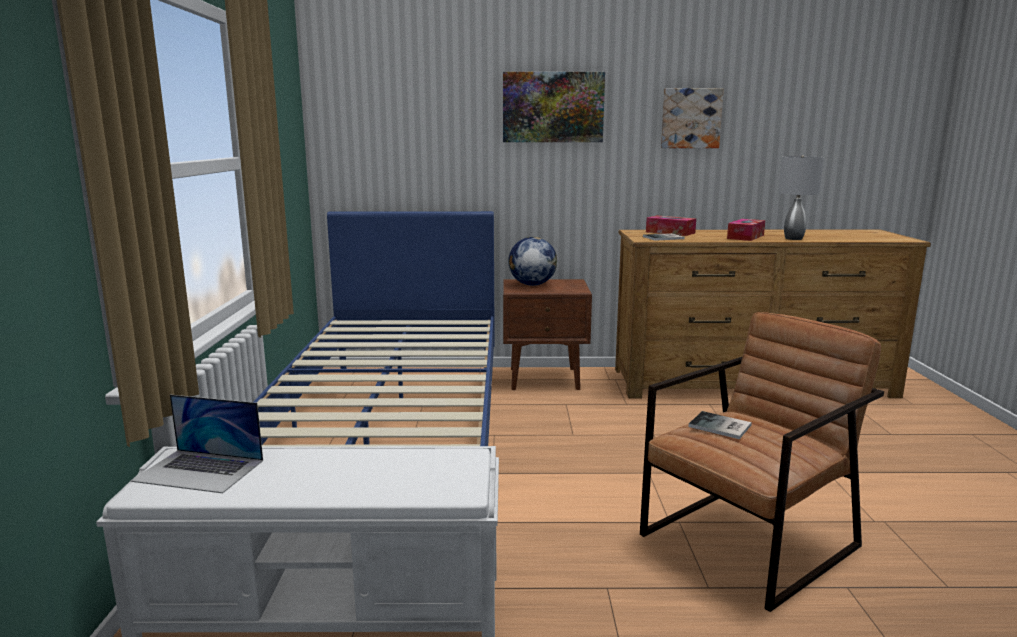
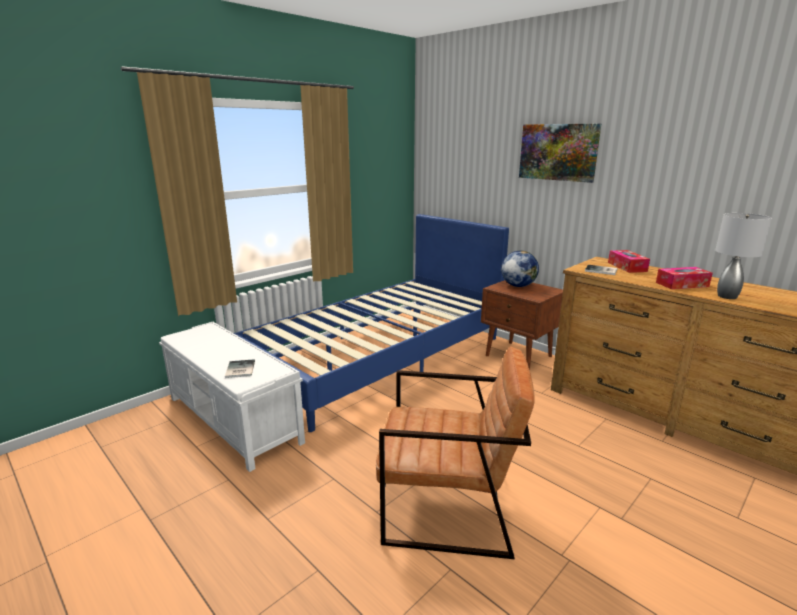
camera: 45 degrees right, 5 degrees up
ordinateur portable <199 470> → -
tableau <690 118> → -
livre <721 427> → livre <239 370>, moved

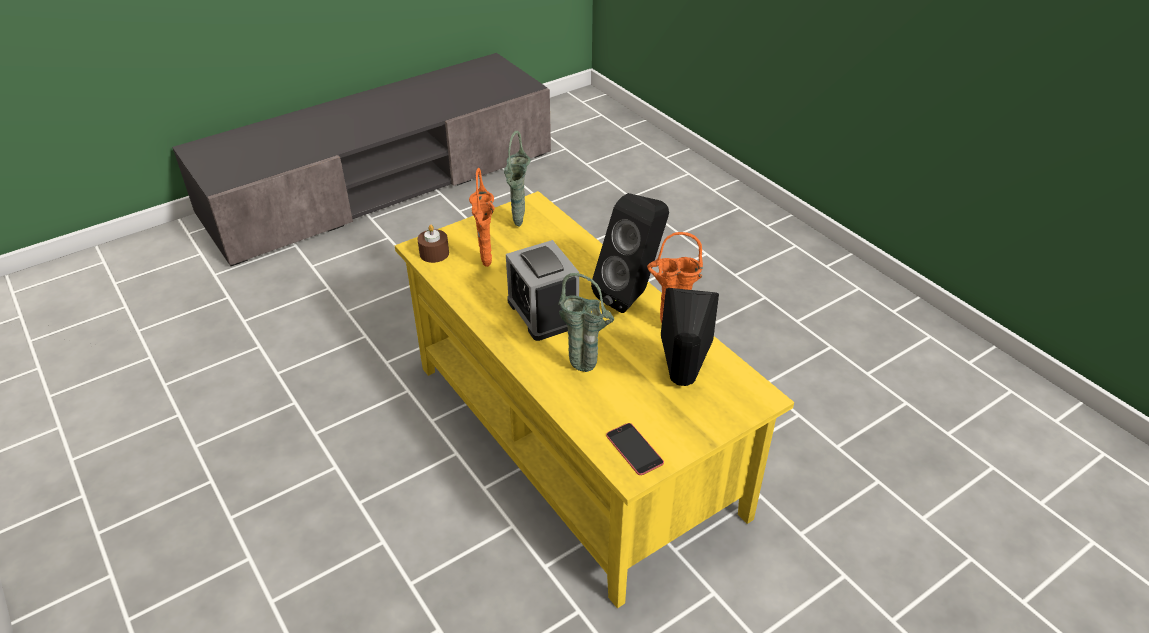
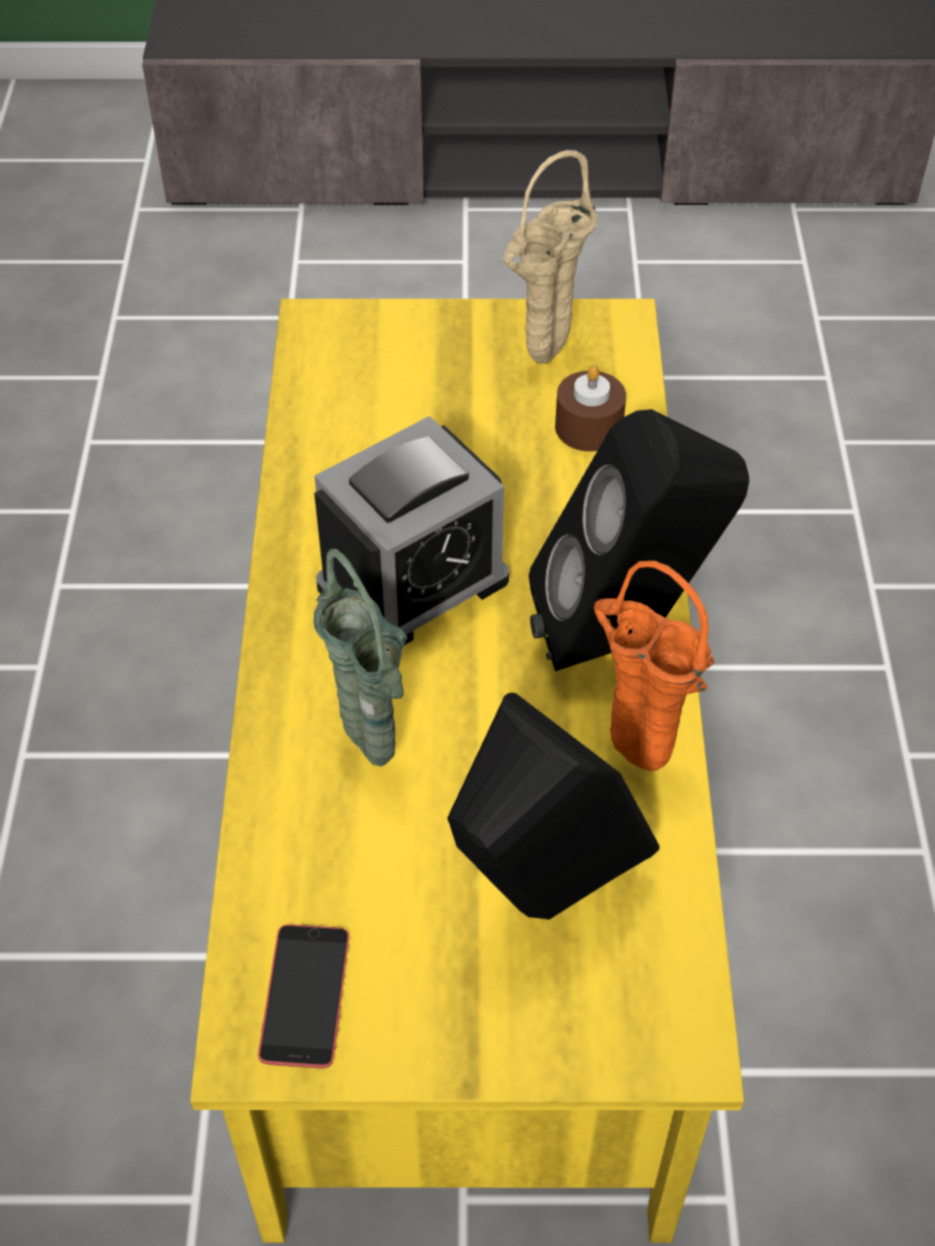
camera: 35 degrees right, 10 degrees up
bougie (marron) <434 253> → bougie (marron) <588 427>, moved
vase (orange) <486 265> → -
vase (vert) <518 225> → vase (beige) <543 361>
réveil <543 312> → réveil <413 583>, 135 degrees counterclockwise

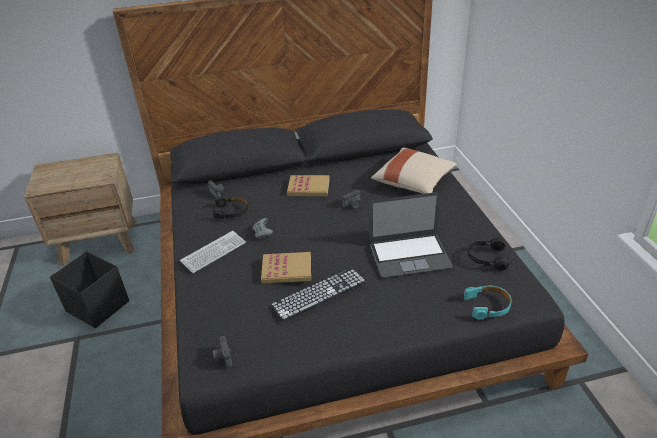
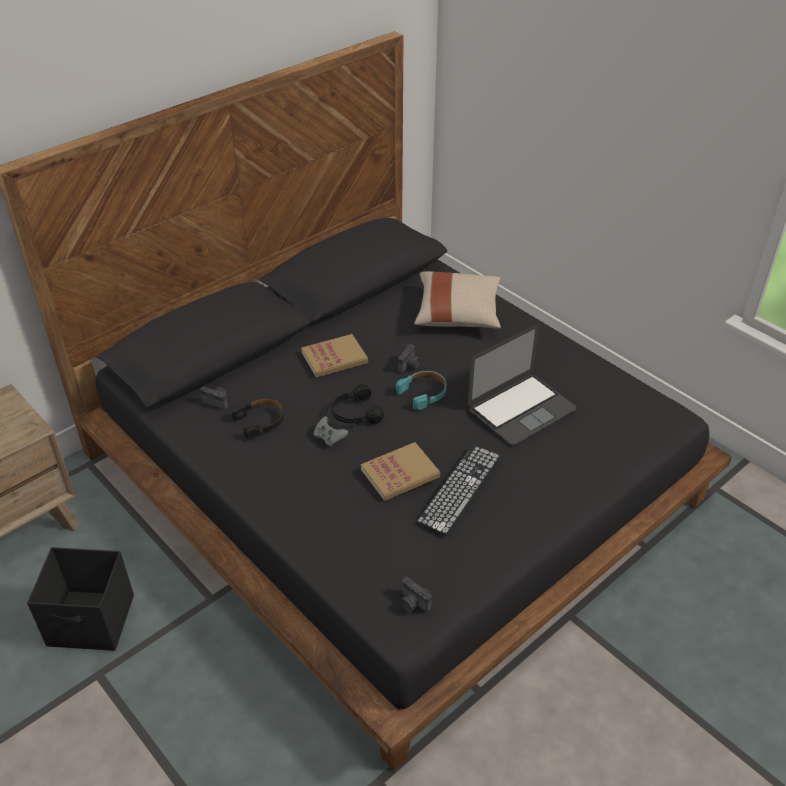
camera: 30 degrees left, 5 degrees up
clavier <213 252> → -
casque audio (turquoise) <488 305> → casque audio (turquoise) <423 393>, moved
casque audio (noir) <486 258> → casque audio (noir) <355 414>, moved

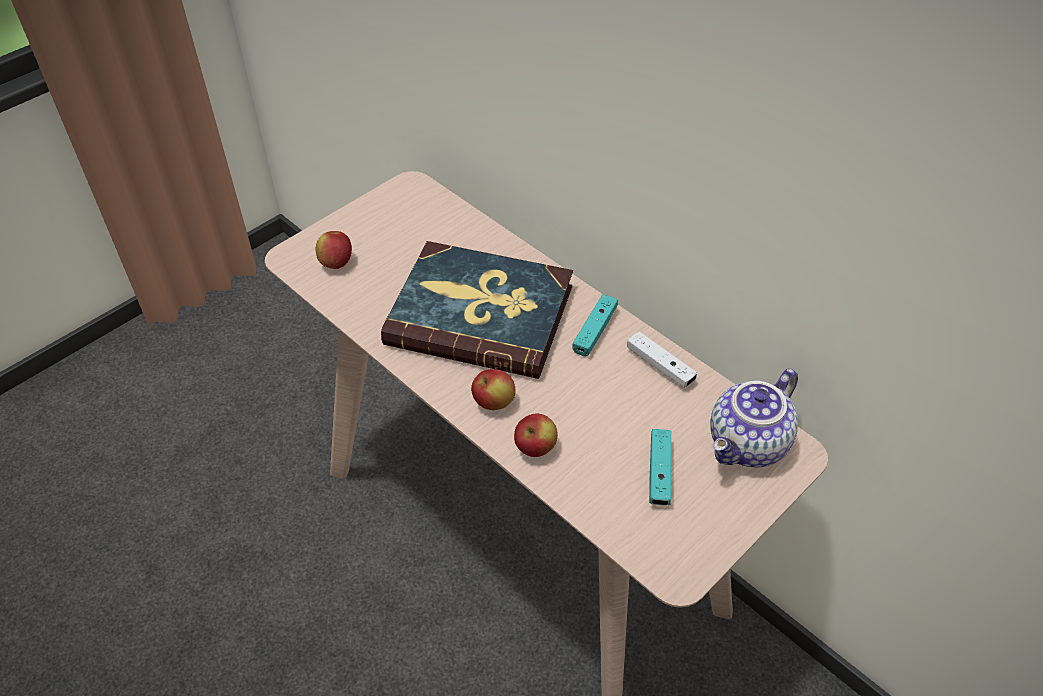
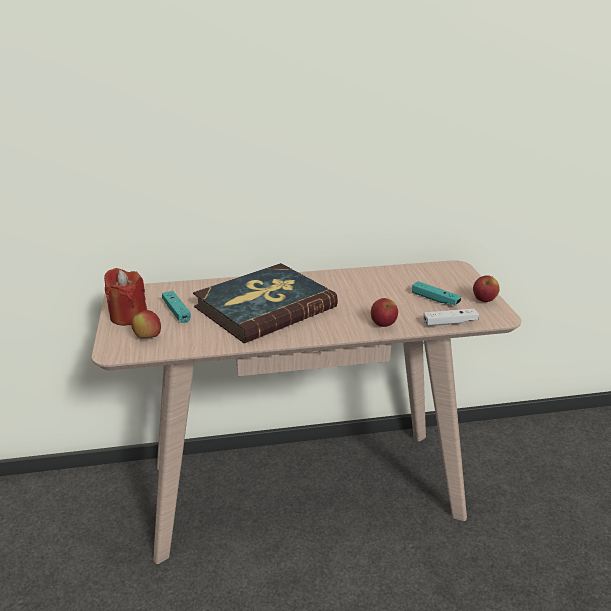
camera: 55 degrees left, 20 degrees down
pomme <494 403> → pomme <484 300>, moved
manette (turquoise) <594 331> → manette (turquoise) <176 311>, moved
manette (blanc) <660 366> → manette (blanc) <450 323>, moved
théière <749 445> → -
- → bougie (rouge) <128 316>

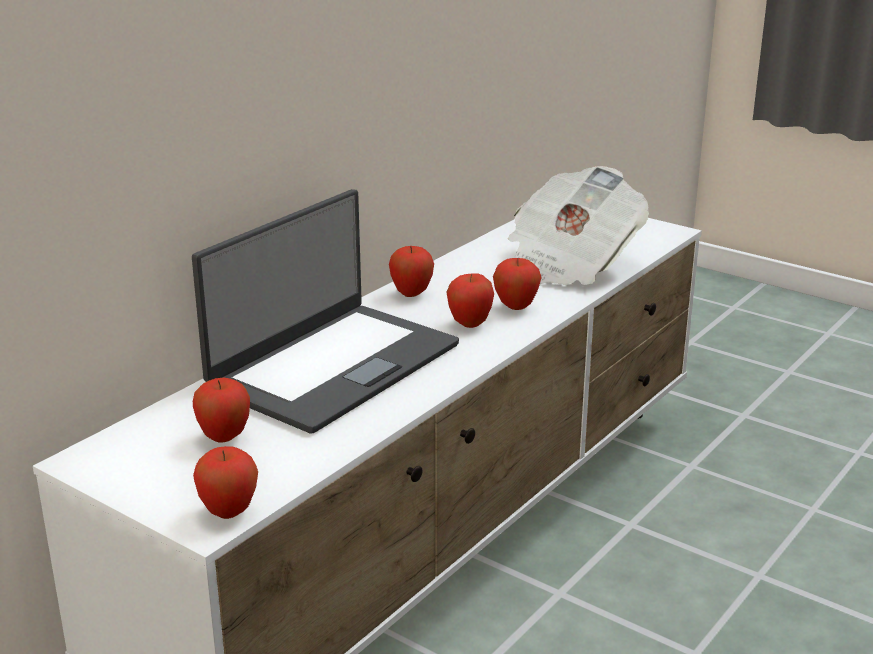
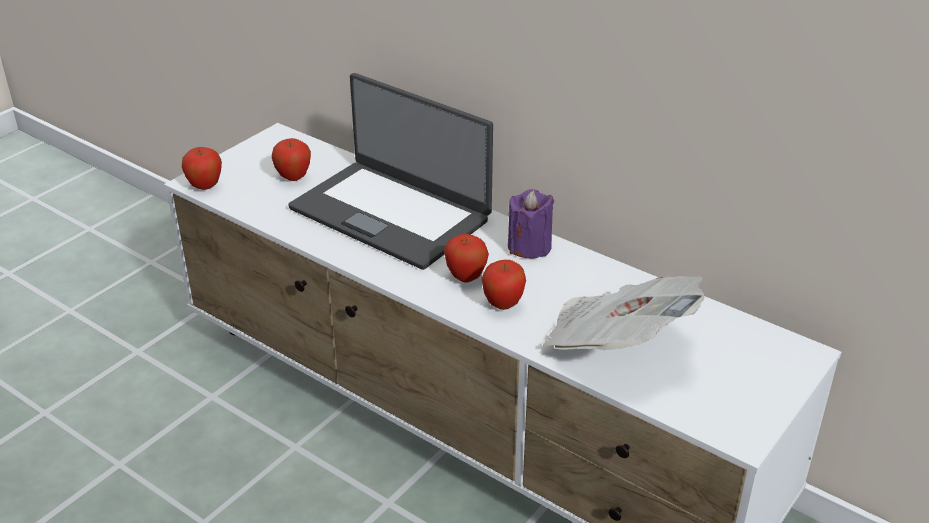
camera: 90 degrees right, 10 degrees up
pomme <411 294> → bougie (violet) <529 246>

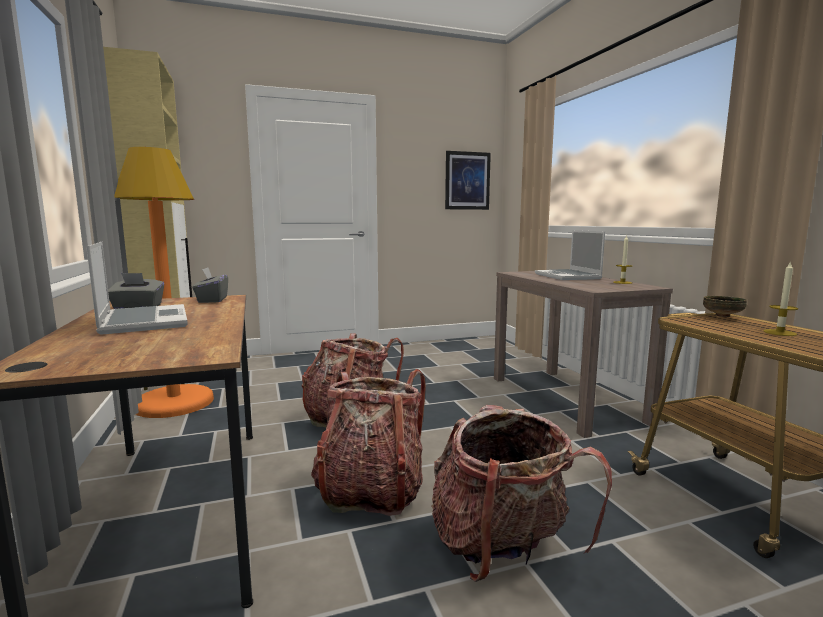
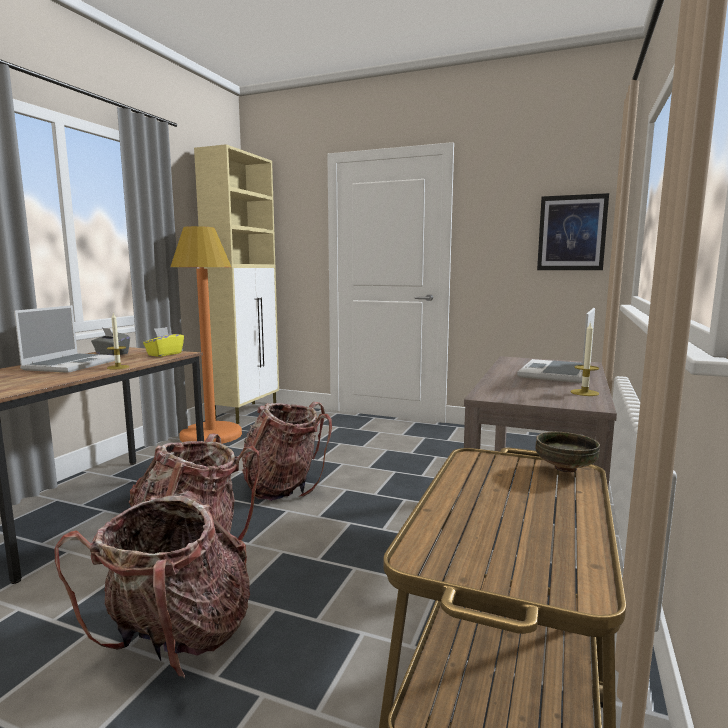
camera: 40 degrees right, 0 degrees up
boîte à mouchoirs (gris) <212 300> → boîte à mouchoirs (jaune) <164 354>
bougie <779 332> → bougie <118 367>, moved

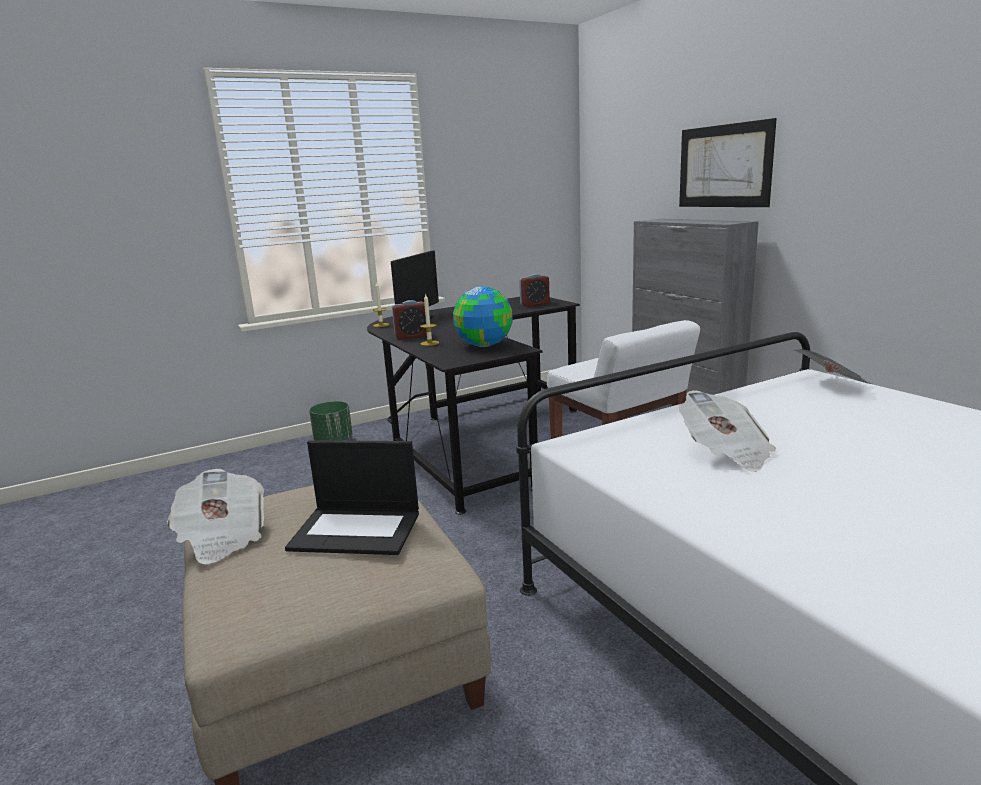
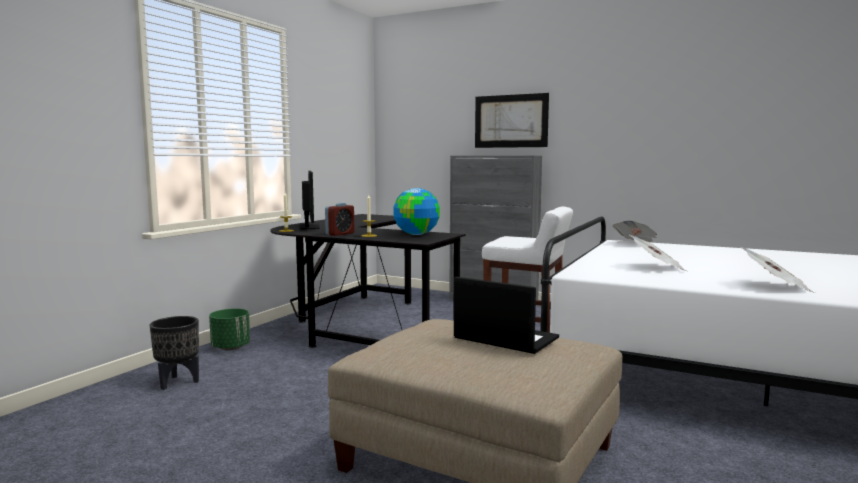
camera: 35 degrees left, 10 degrees down
journal <222 537> → journal <775 287>, moved
ordinateur portable <357 530> → ordinateur portable <504 338>, 120 degrees counterclockwise
réveil <534 304> → -
- → cache-pot (noir) <178 382>

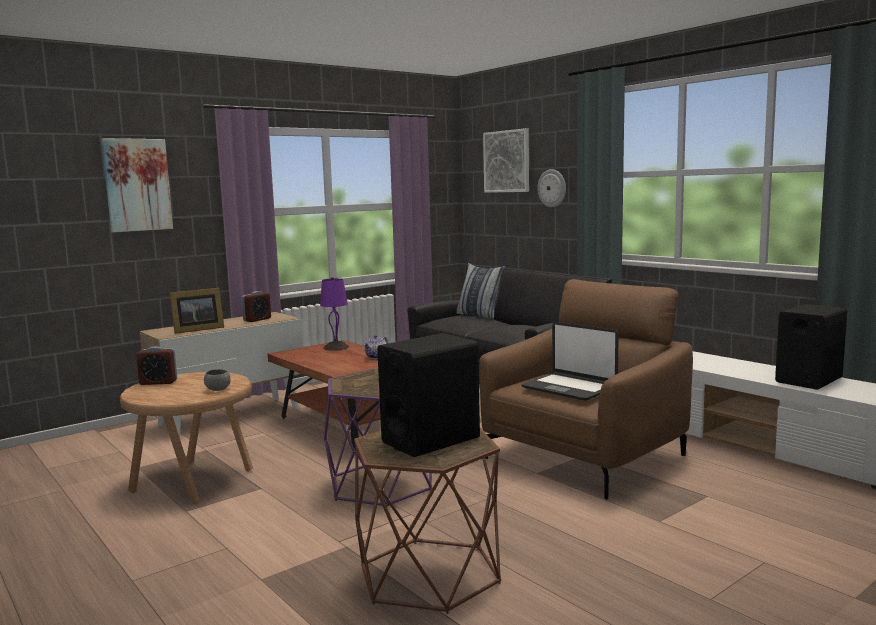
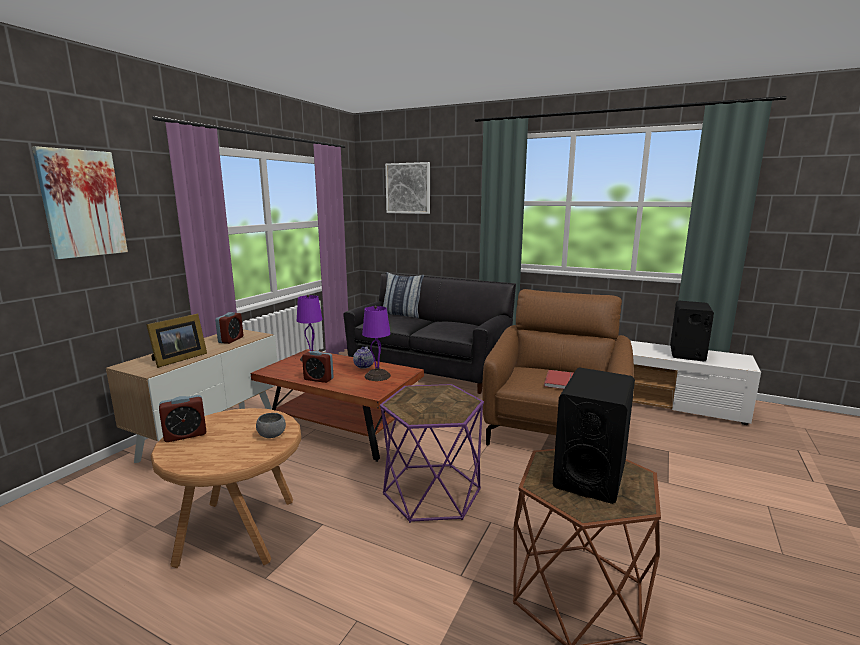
camera: 25 degrees left, 5 degrees up
ordinateur portable <569 388> → livre (rouge) <561 381>
horloge murale <552 188> → -
- → réveil <318 379>
- → lampe de table (violet) <377 376>

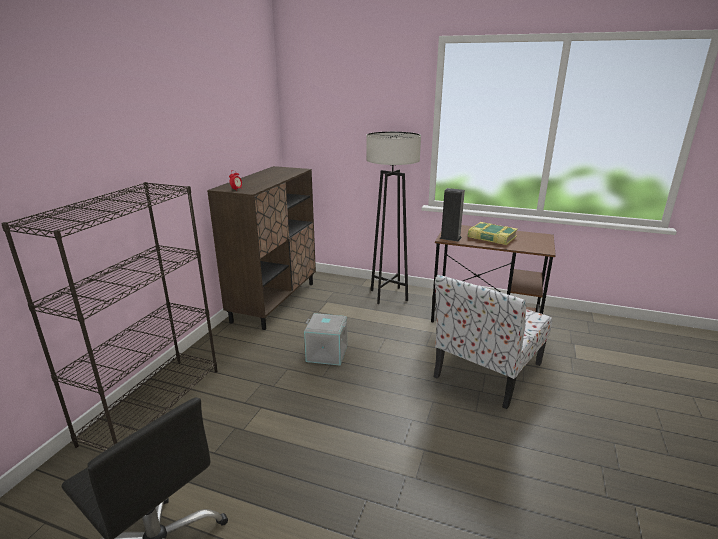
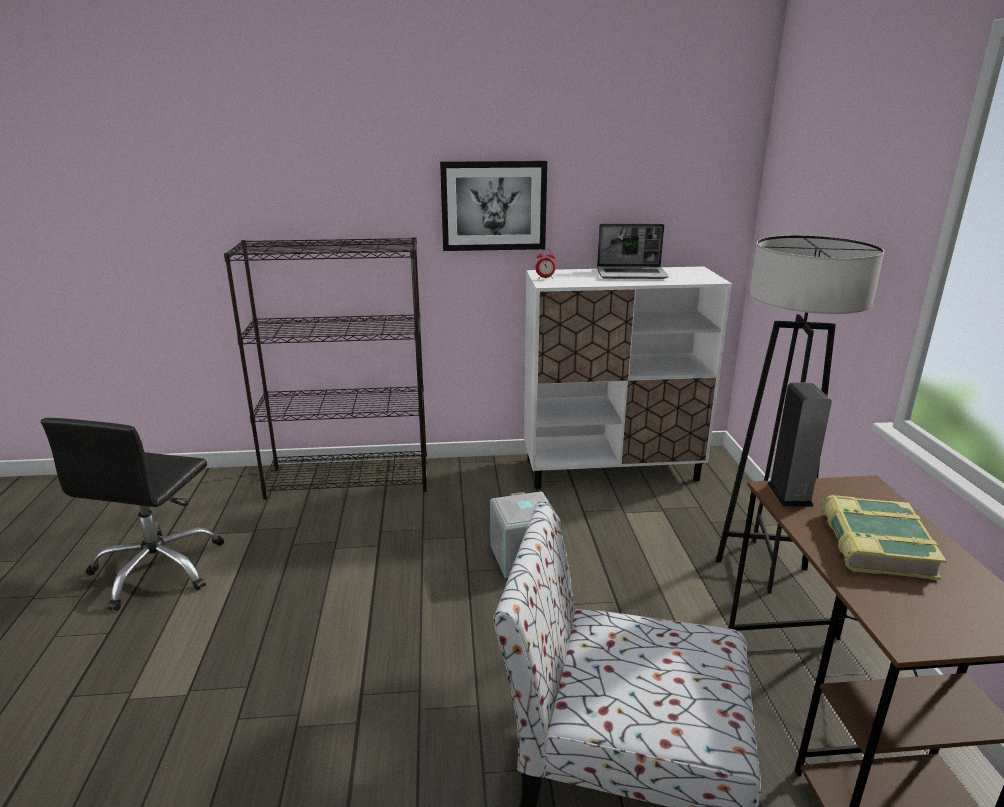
camera: 65 degrees right, 0 degrees up
meuble de rangement (marron) <274 301> → meuble de rangement (blanc) <612 470>
- → tableau <493 206>
- → ordinateur portable <632 274>

